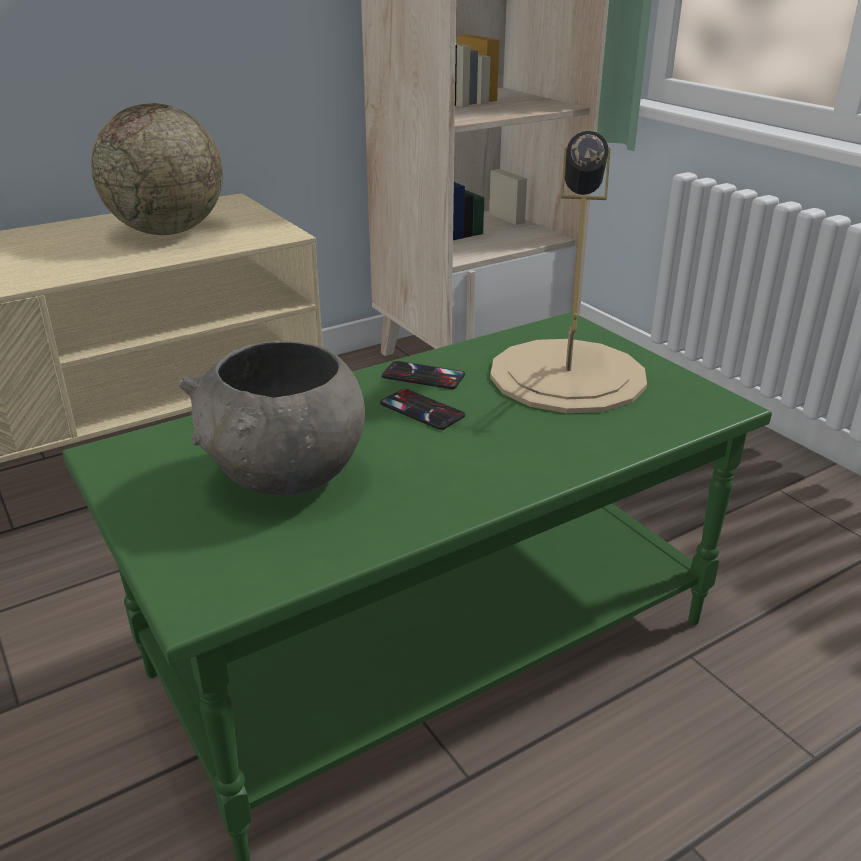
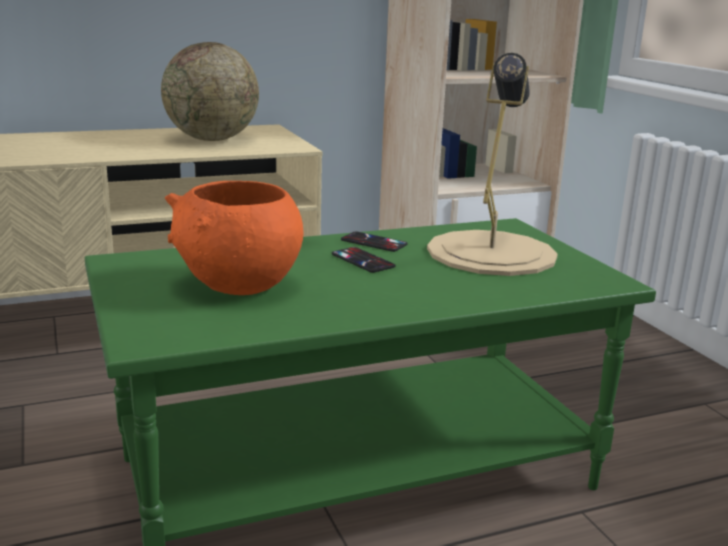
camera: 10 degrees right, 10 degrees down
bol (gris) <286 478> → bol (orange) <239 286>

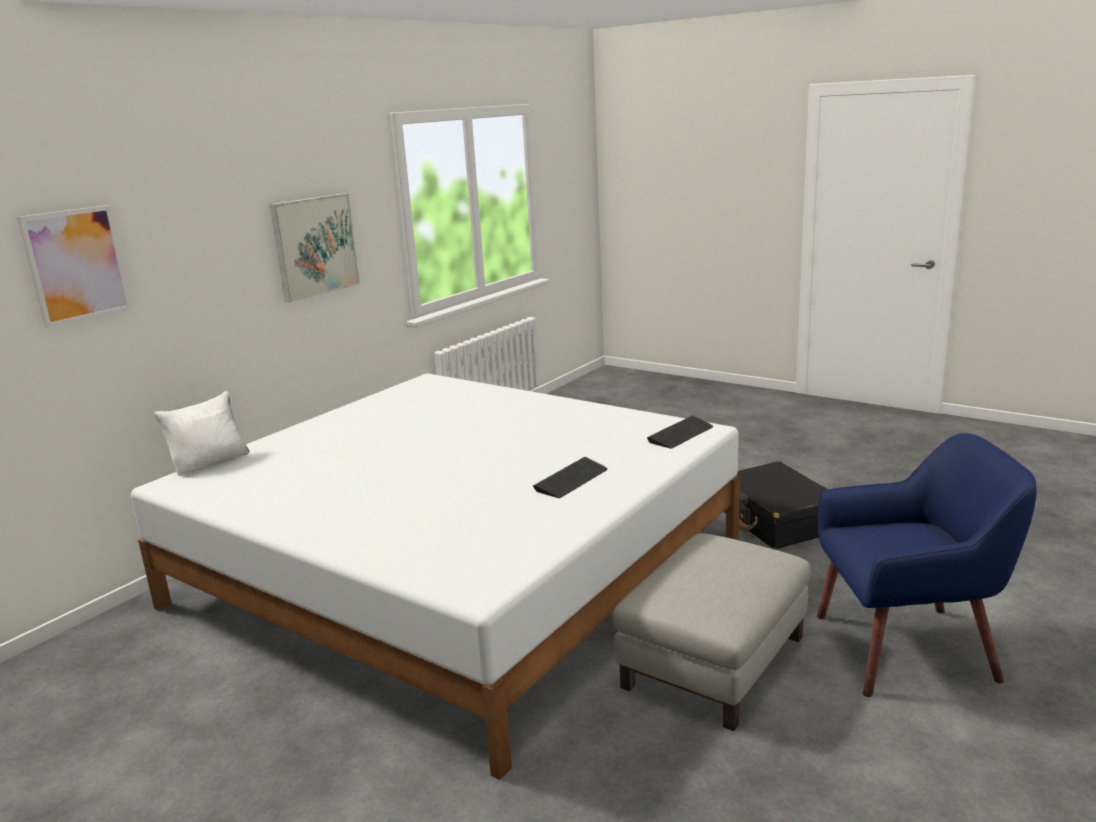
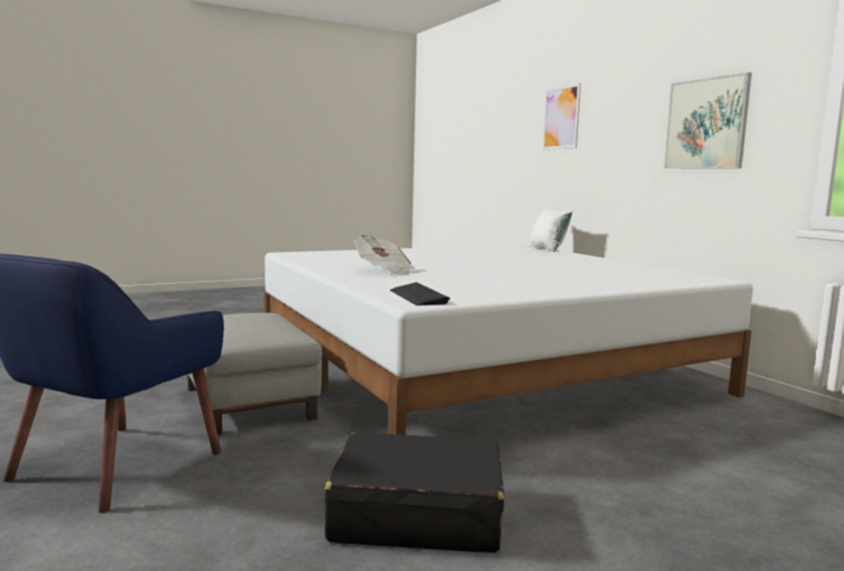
camera: 115 degrees right, 10 degrees down
clavier <571 479> → journal <384 271>

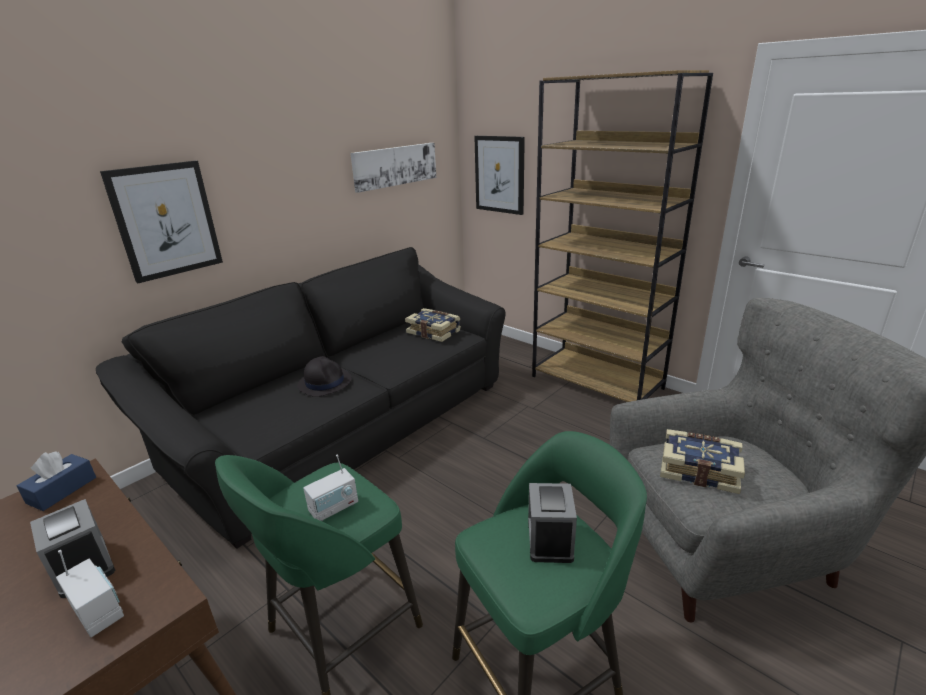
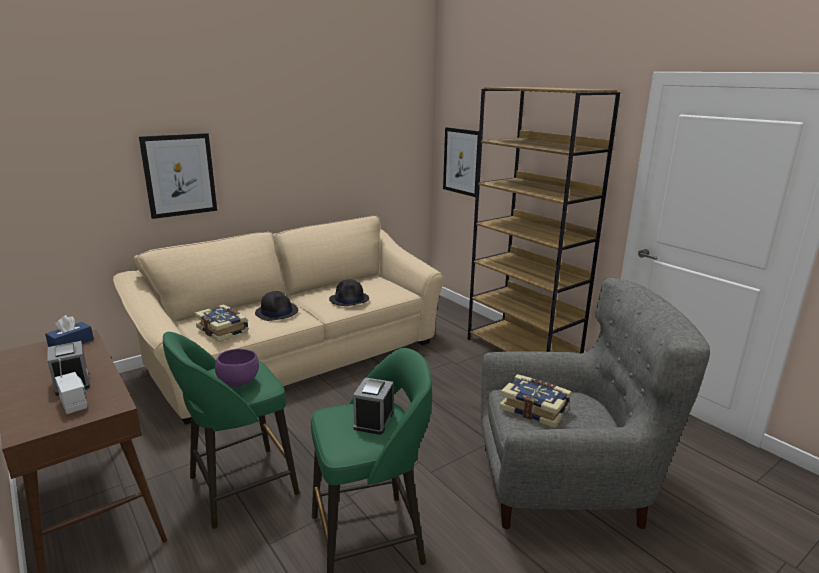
camera: 10 degrees right, 5 degrees down
canapé (noir) <348 426> → canapé (beige) <297 355>
radio <334 508> → bol (violet) <239 382>
tableau <395 166> → -
livre <434 332> → livre <223 330>, moved
- → chapeau (noir) <349 299>

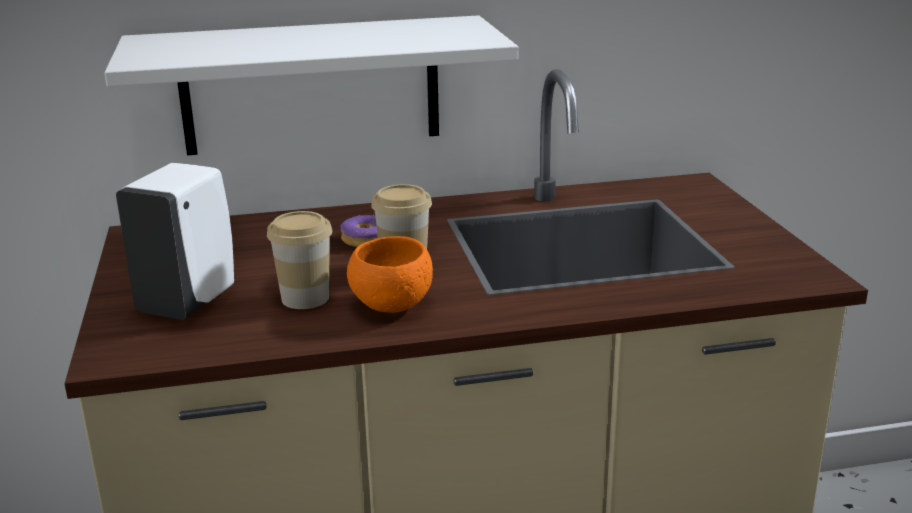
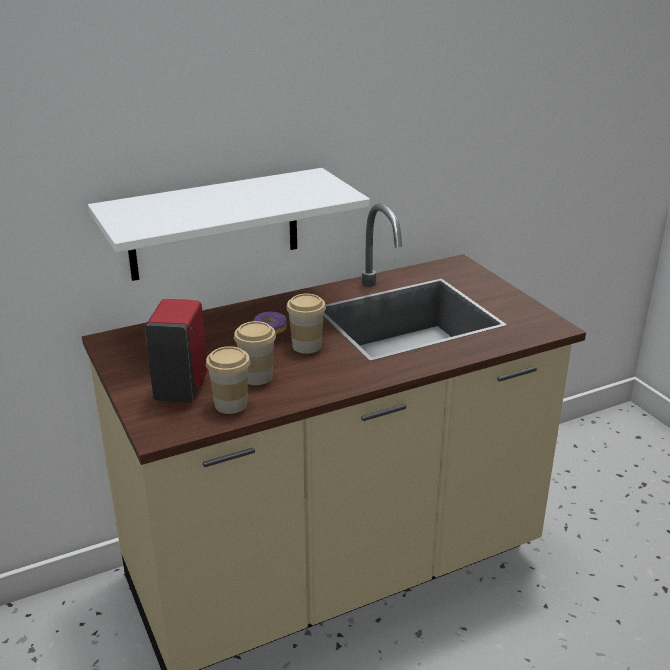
camera: 15 degrees left, 5 degrees up
distributeur de savon (blanc) <190 301> → distributeur de savon (rouge) <182 388>
bol (orange) <391 305> → -
- → tasse <231 404>

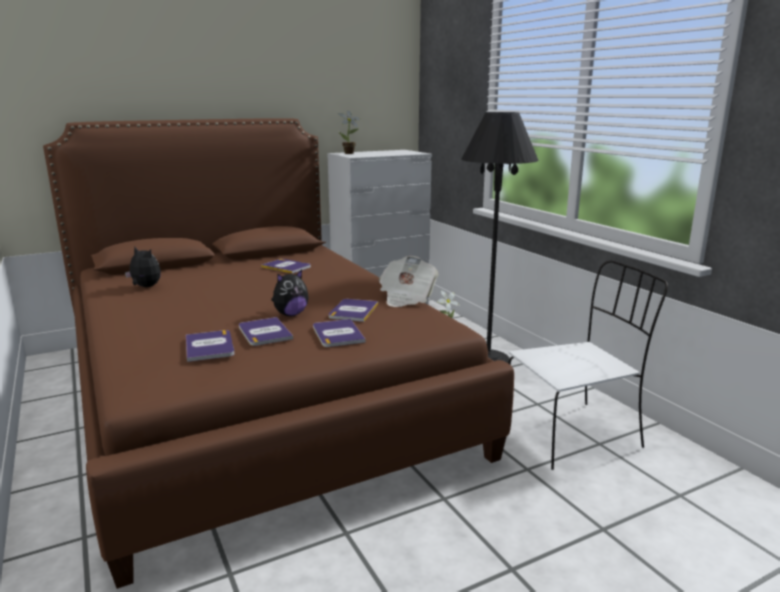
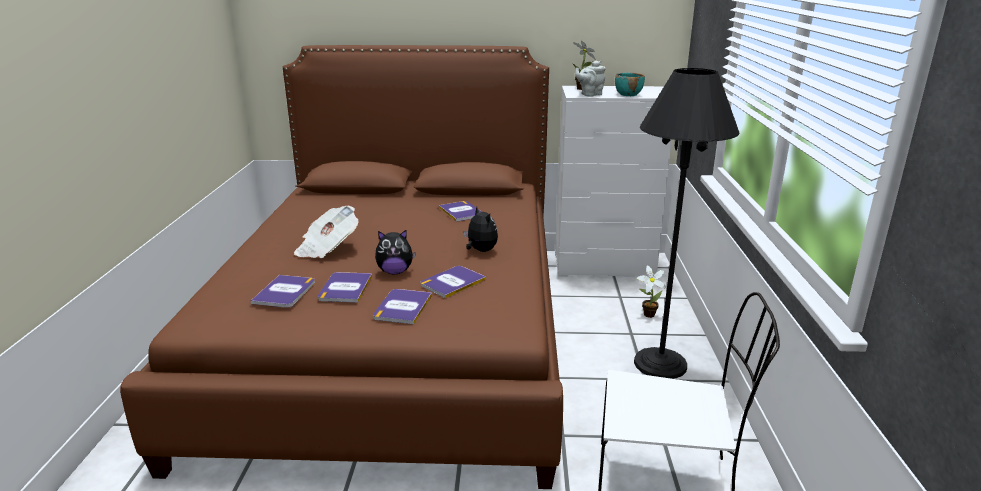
camera: 30 degrees right, 5 degrees up
peluche <145 287> → peluche <480 250>, moved
journal <406 297> → journal <327 248>, moved
- → théière (gris) <590 94>
- → bol (turquoise) <628 94>

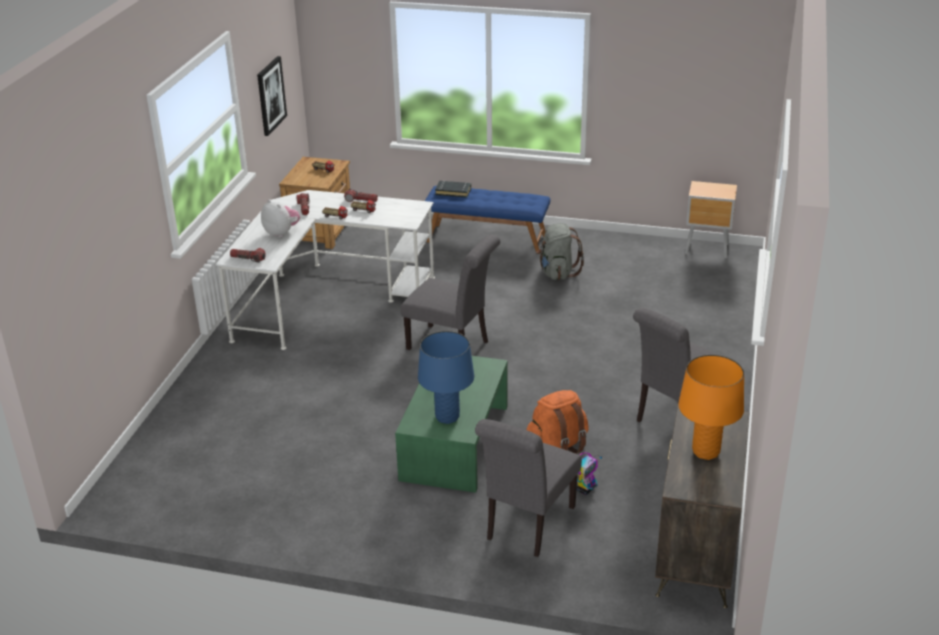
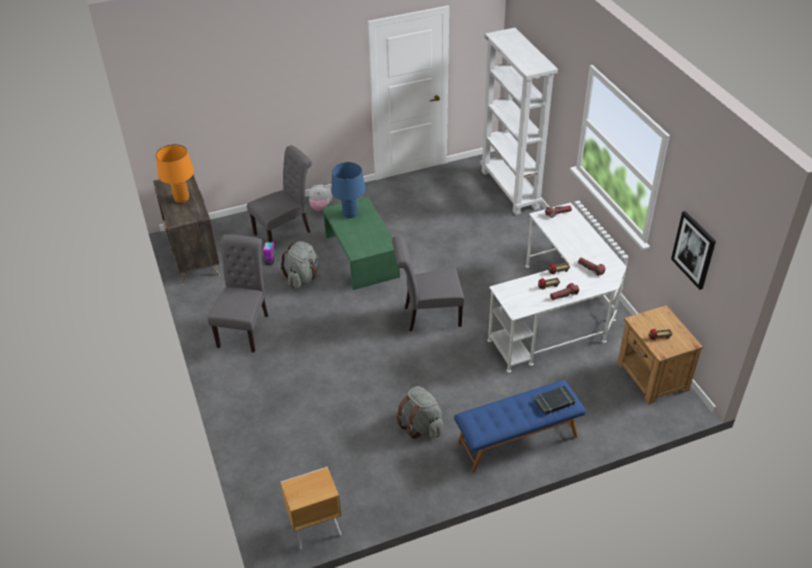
camera: 145 degrees right, 10 degrees up
peluche <281 233> → peluche <321 207>, moved
chaise (gris) <527 526> → chaise (gris) <285 232>, 60 degrees clockwise
sac à dos (orange) <557 446> → sac à dos (gris) <303 278>
- → bibliothèque (blanc) <510 189>

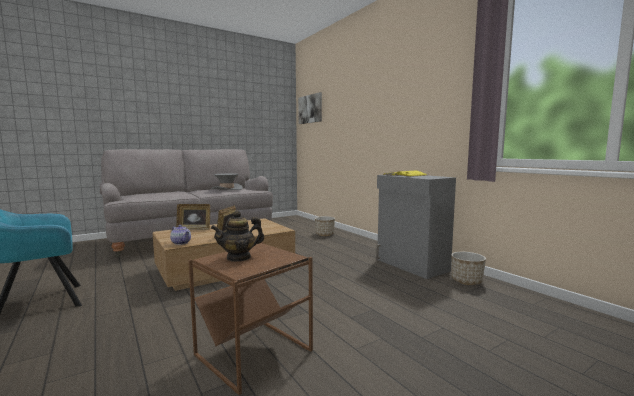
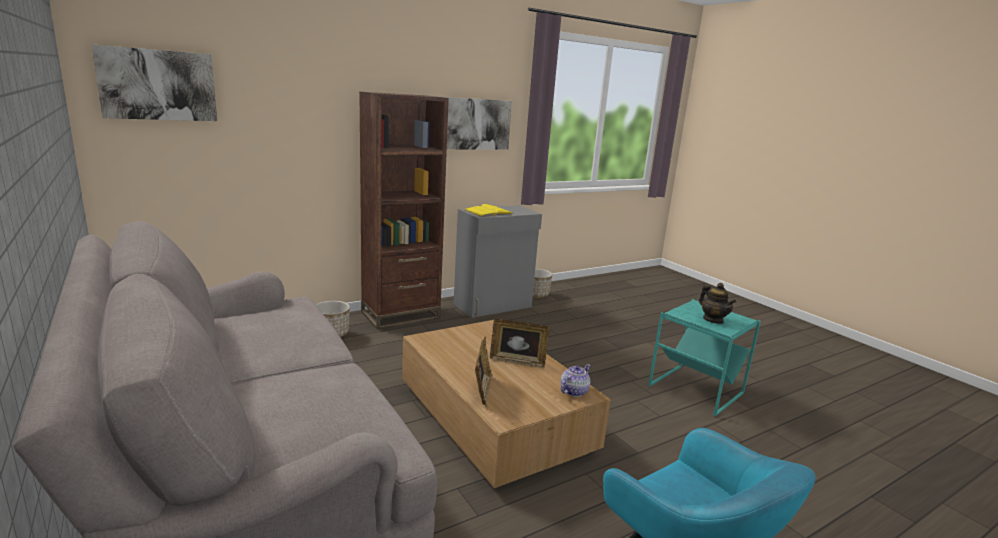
camera: 90 degrees left, 10 degrees up
table d'appoint (marron) <255 353> → table d'appoint (turquoise) <695 389>
chapeau (gris) <227 189> → -
- → bibliothèque (marron) <401 315>
- → tableau <477 124>

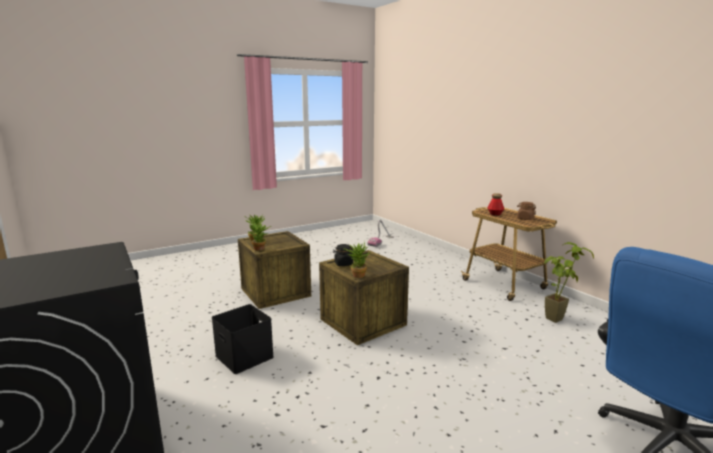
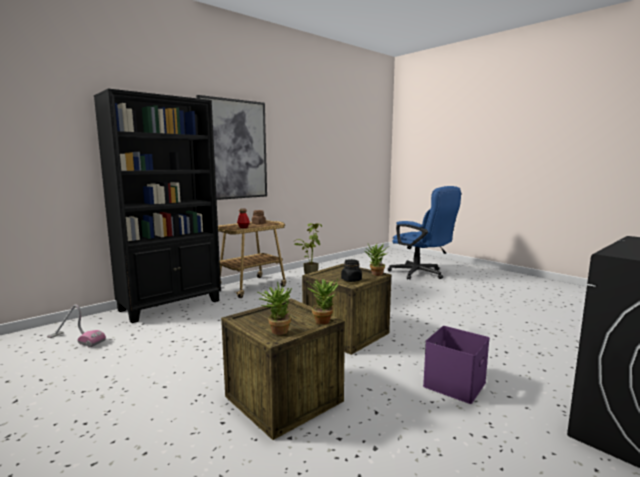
camera: 100 degrees left, 5 degrees down
boîte de rangement (noir) <243 356> → boîte de rangement (violet) <455 385>
- → bibliothèque (noir) <171 305>
- → tableau <233 149>

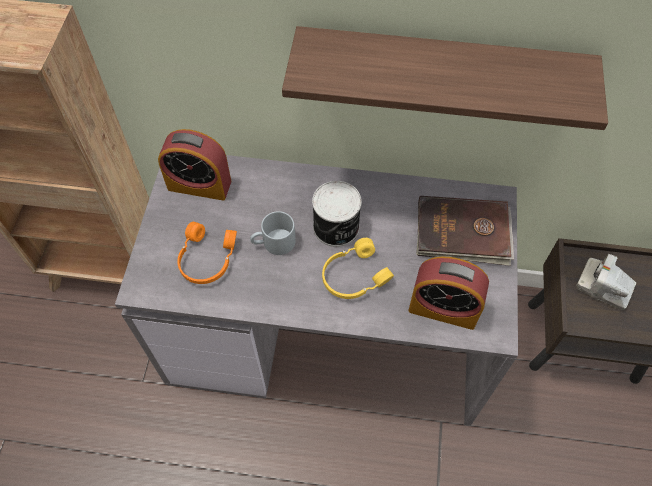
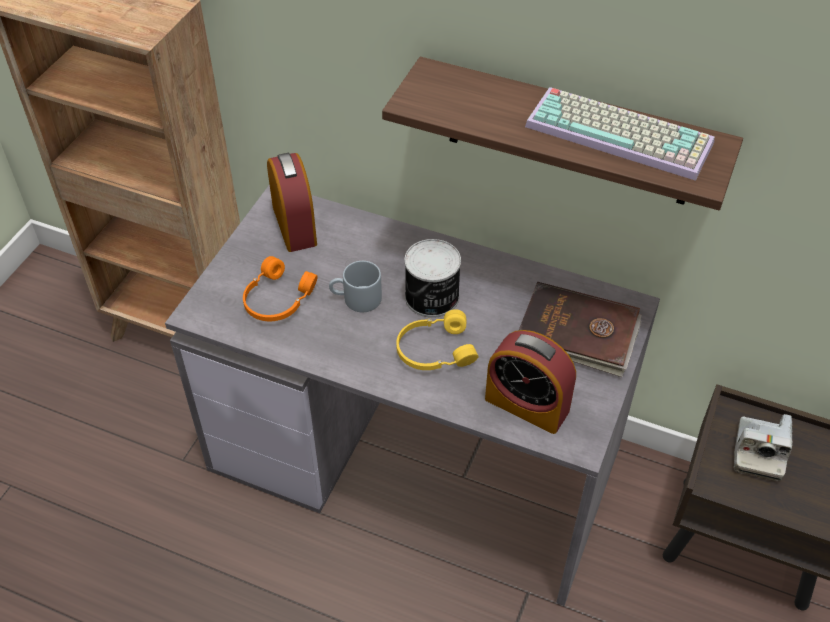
camera: 15 degrees right, 10 degrees down
réveil <199 185> → réveil <294 225>, 135 degrees counterclockwise
appareil photo <603 287> → appareil photo <758 452>, 120 degrees counterclockwise
- → clavier <622 133>

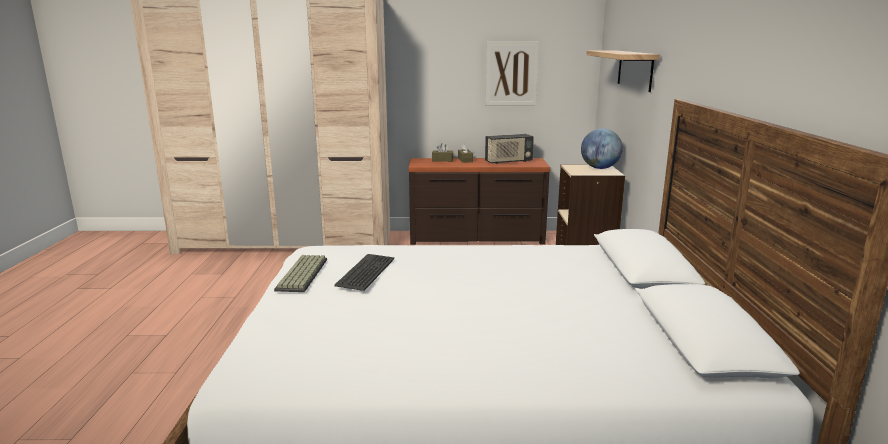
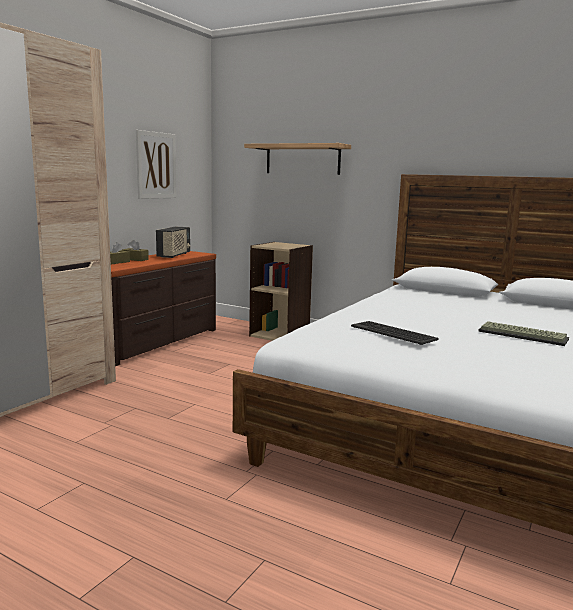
camera: 60 degrees left, 5 degrees down
clavier <303 275> → clavier <524 335>, moved
globe <599 168> → -

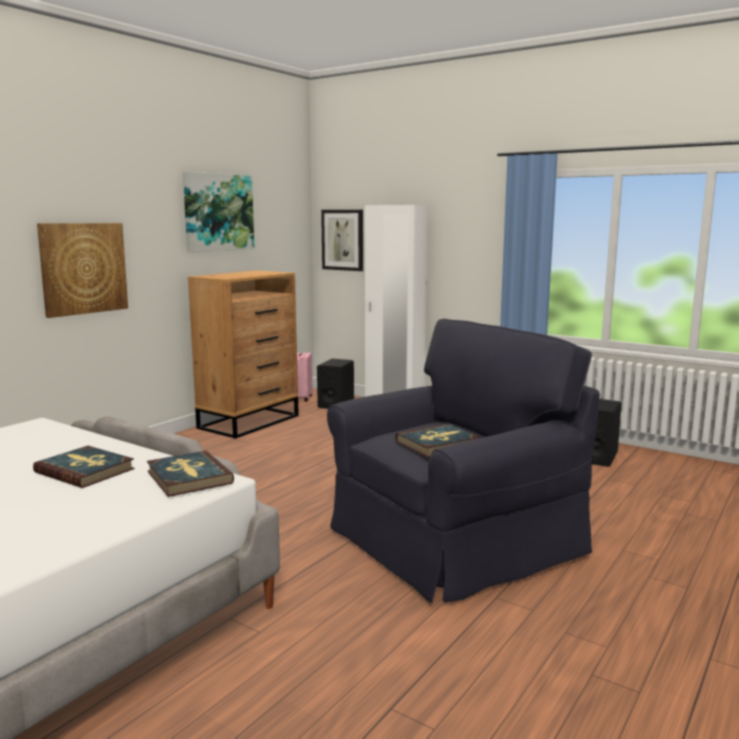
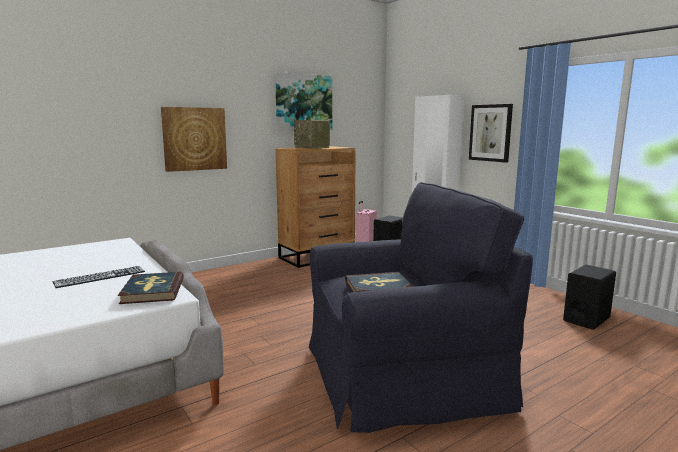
camera: 20 degrees right, 0 degrees up
livre <85 470> → clavier <100 277>
tableau <343 240> → tableau <490 133>, moved
- → radio <312 147>

